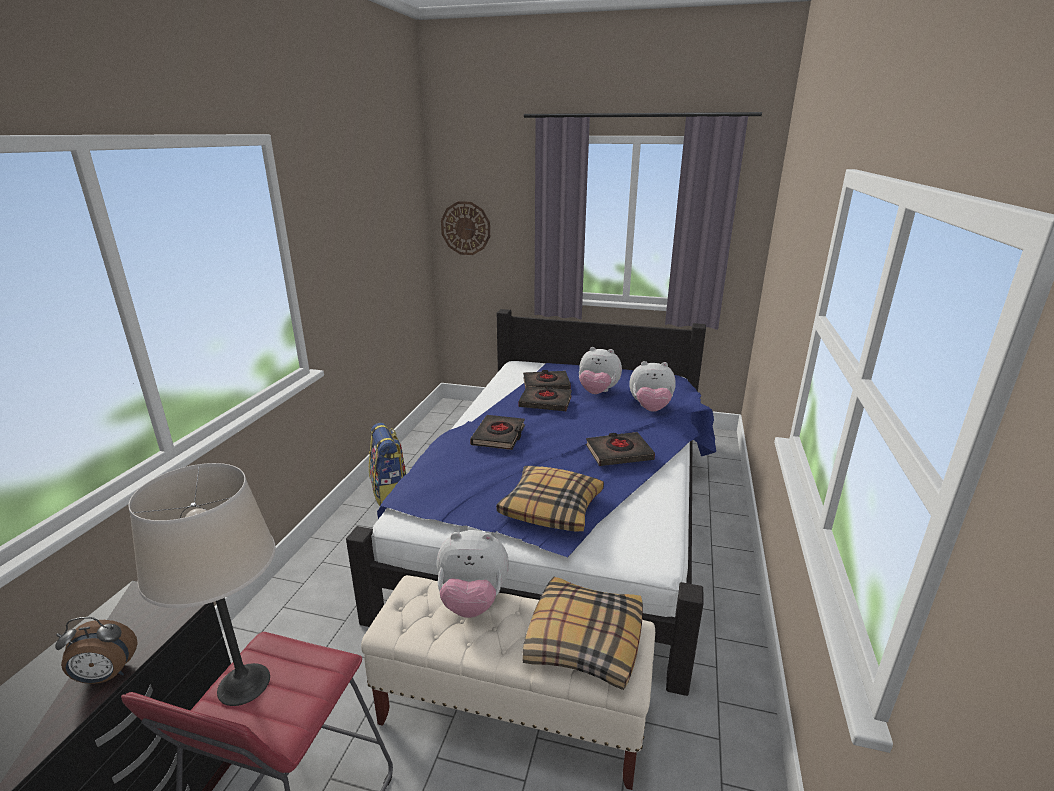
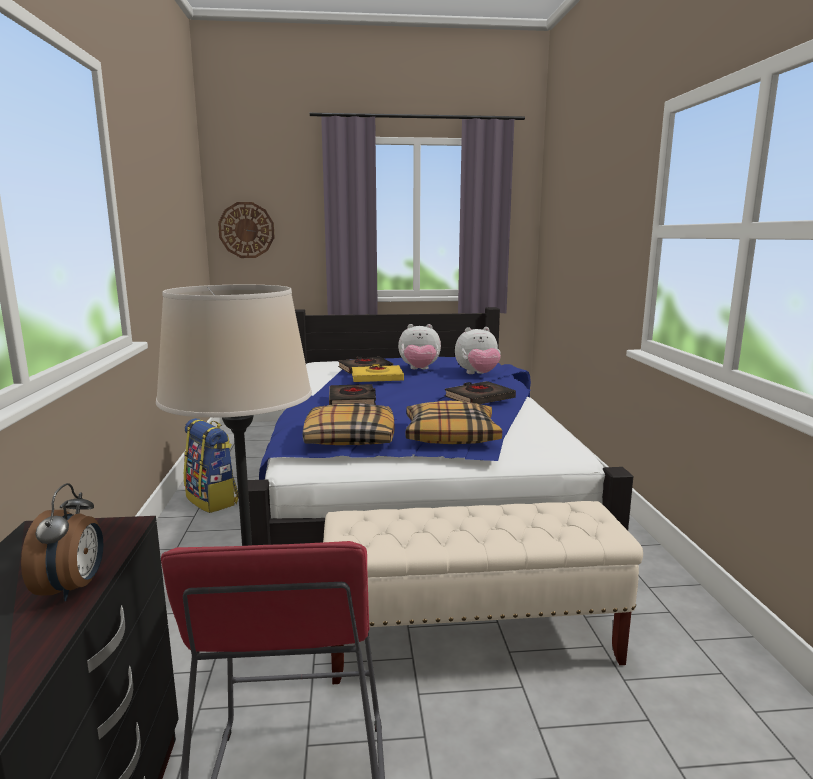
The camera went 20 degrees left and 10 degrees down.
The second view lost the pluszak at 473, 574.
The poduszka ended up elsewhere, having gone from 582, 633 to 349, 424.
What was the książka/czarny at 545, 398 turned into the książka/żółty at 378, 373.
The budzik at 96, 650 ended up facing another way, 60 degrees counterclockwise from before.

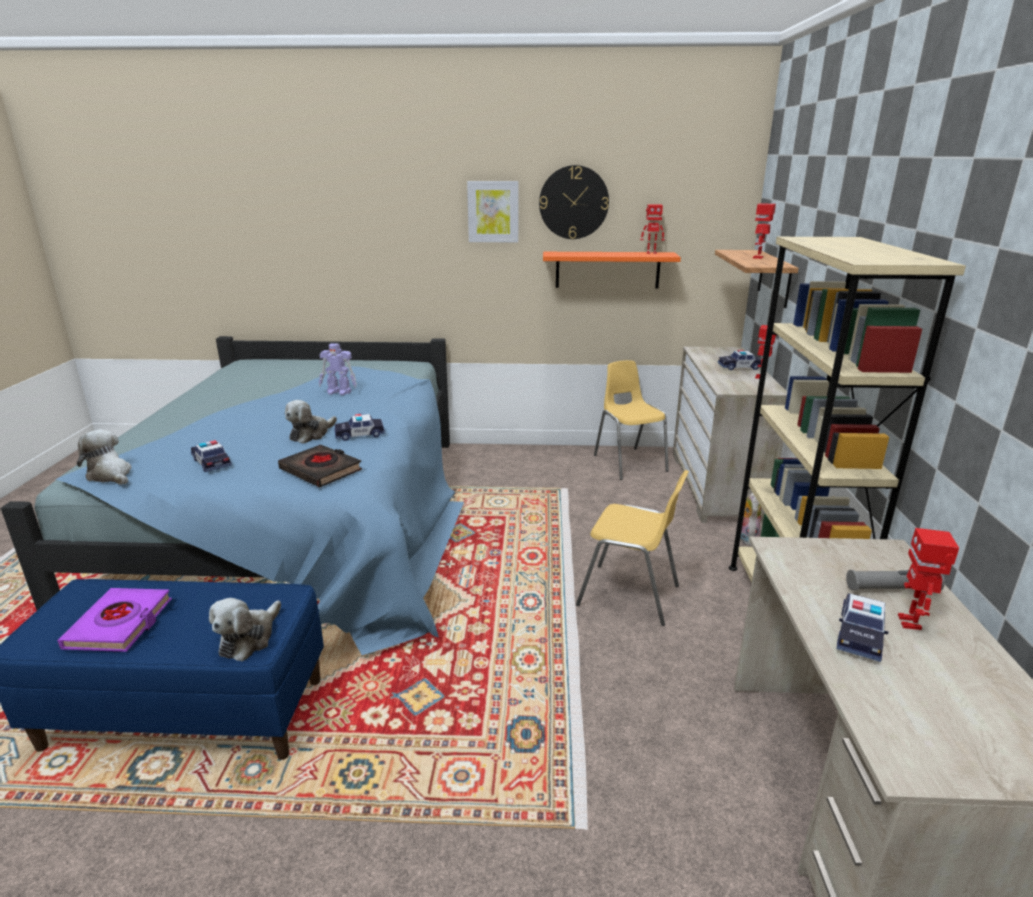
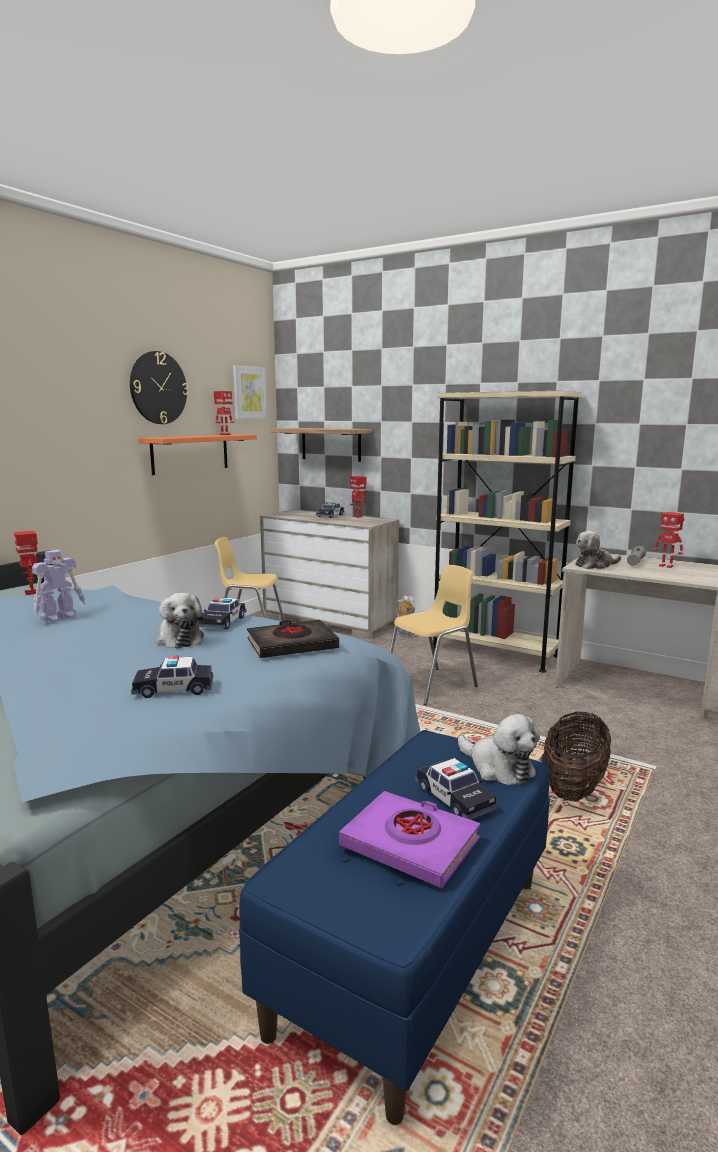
The camera went 60 degrees left and 10 degrees down.
The second view gained the koszyk at 576, 757.
The pluszak ended up elsewhere, having gone from 104, 457 to 598, 550.
The obraz ended up elsewhere, having gone from 492, 211 to 250, 392.
The robot zabawkowy ended up elsewhere, having gone from 764, 231 to 26, 563.
The samochodzik ended up elsewhere, having gone from 862, 627 to 456, 789.

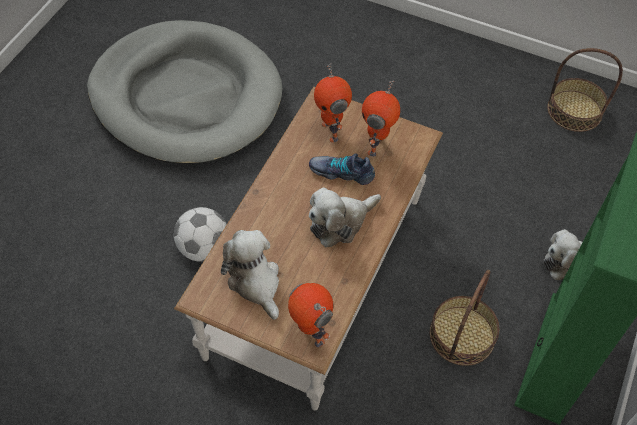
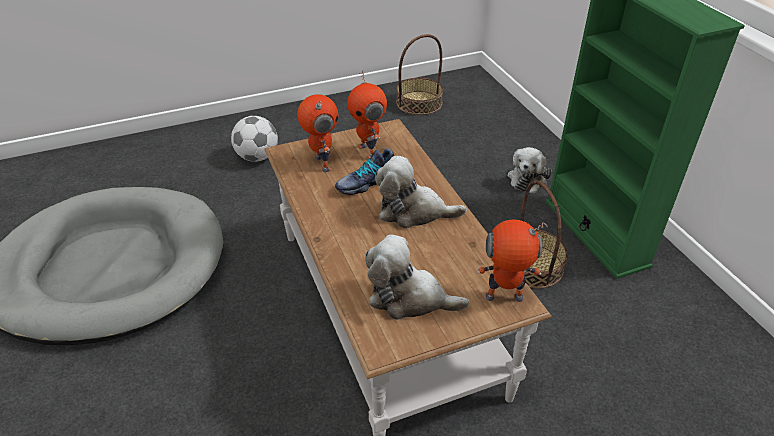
The camera went 45 degrees left and 15 degrees down.
The piłka futbolowa ended up elsewhere, having gone from 200, 234 to 254, 139.
The pluszak at 345, 217 ended up facing another way, 90 degrees clockwise from before.
The robot zabawkowy at 333, 103 ended up facing another way, 135 degrees counterclockwise from before.

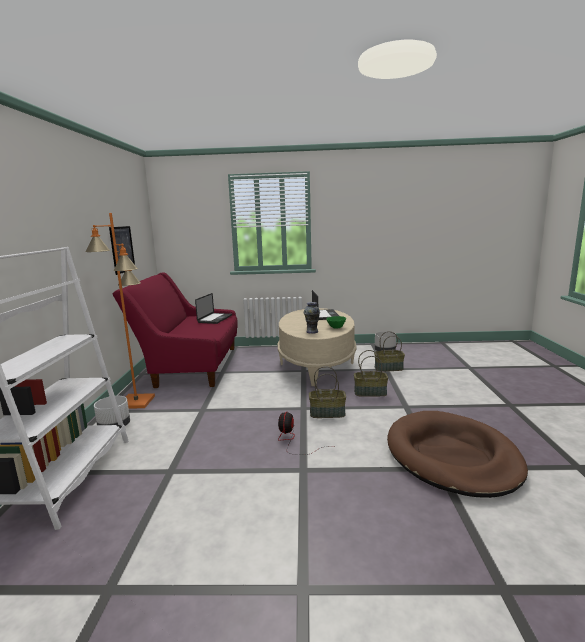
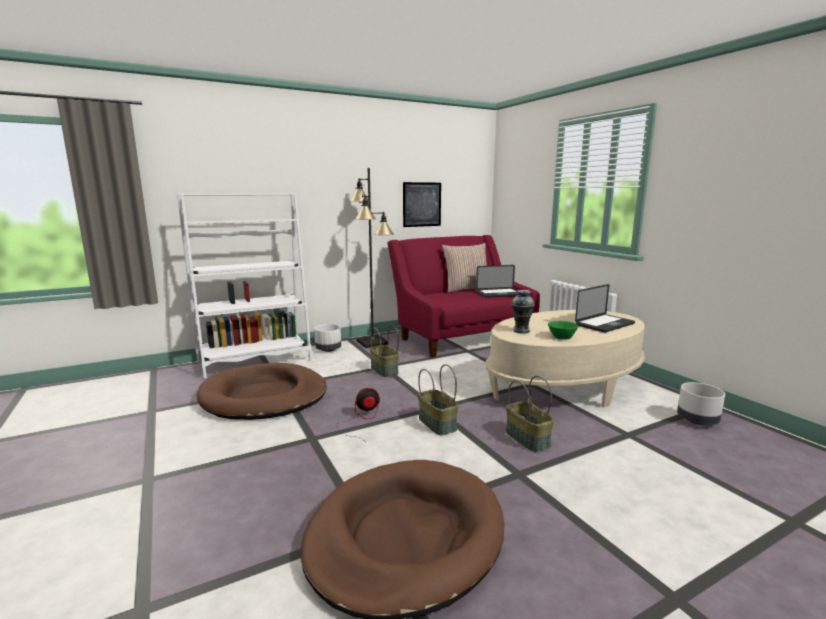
The camera went 60 degrees right and 0 degrees up.
The second view gained the legowisko/brązowy at 262, 391.
The second view gained the poduszka at 464, 268.
The koszyk ended up elsewhere, having gone from 389, 351 to 384, 351.
What was the lampa stojąca/pomarańczowy at 120, 310 turned into the lampa stojąca/czarny at 372, 258.

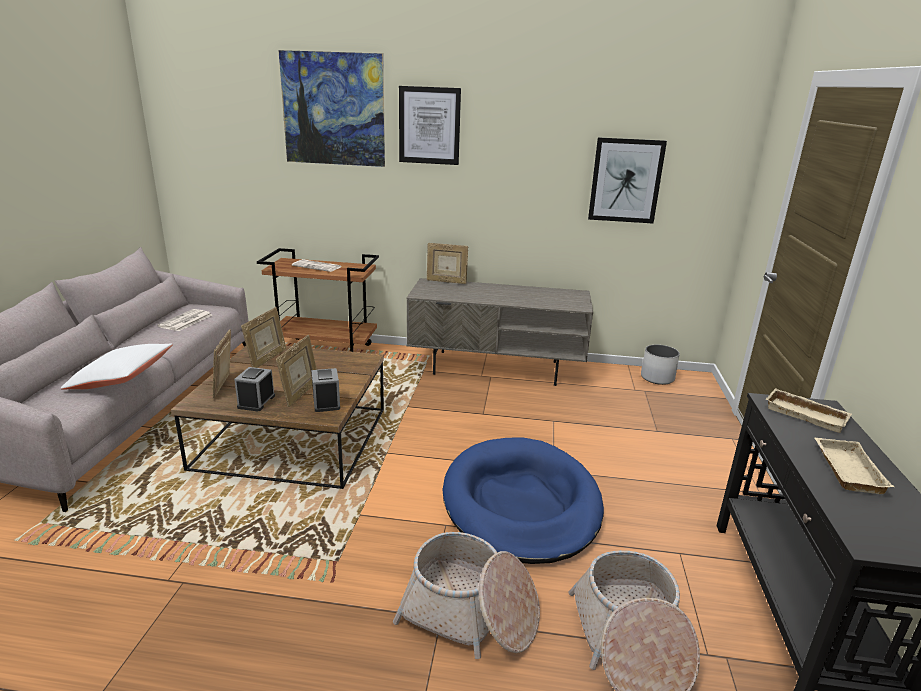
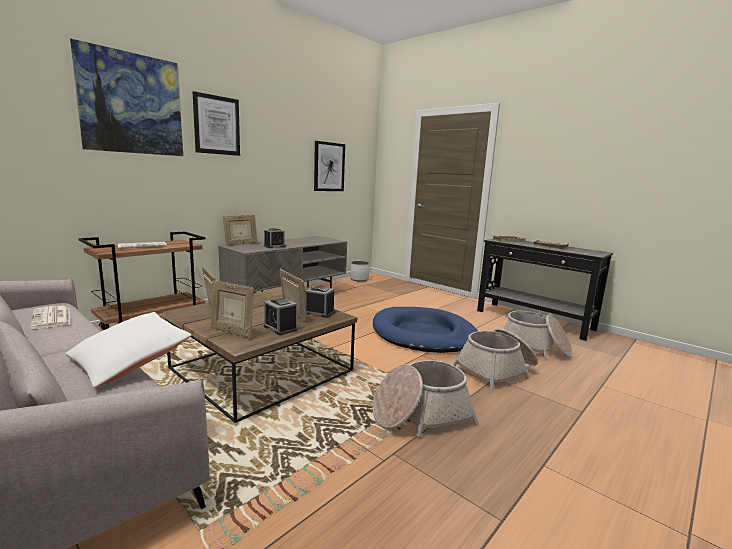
The camera went 55 degrees left and 10 degrees down.
The second view gained the budzik at 275, 238.
The second view gained the koszyk at 425, 398.

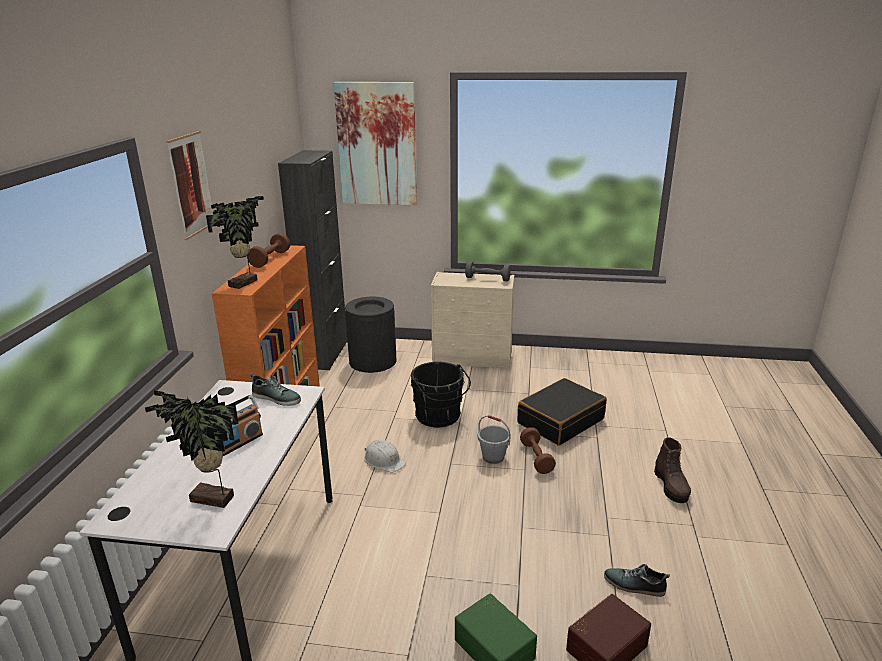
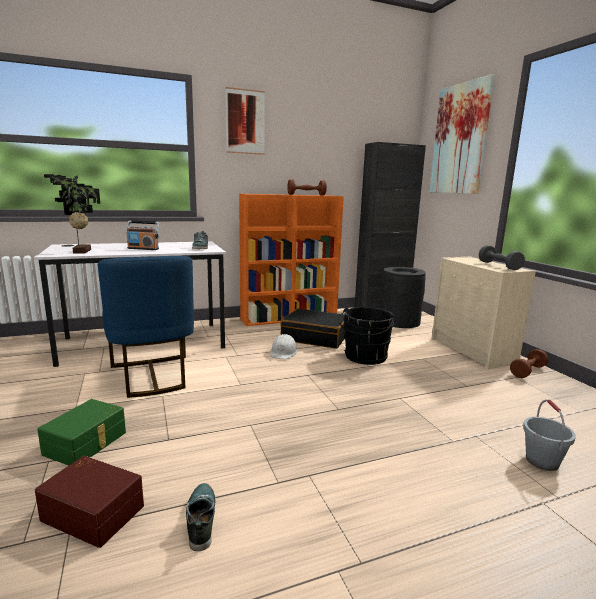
The camera went 60 degrees right and 10 degrees down.
The second view lost the roślina doniczkowa at 235, 242.
The second view lost the but z cholewką/brązowy at 672, 470.
The second view gained the krzesło/niebieski at 146, 327.
The wiadro/szary ended up elsewhere, having gone from 494, 439 to 549, 435.
The walizka/czarny ended up elsewhere, having gone from 562, 412 to 312, 328.
The hantel/brązowy ended up elsewhere, having gone from 538, 450 to 529, 363.

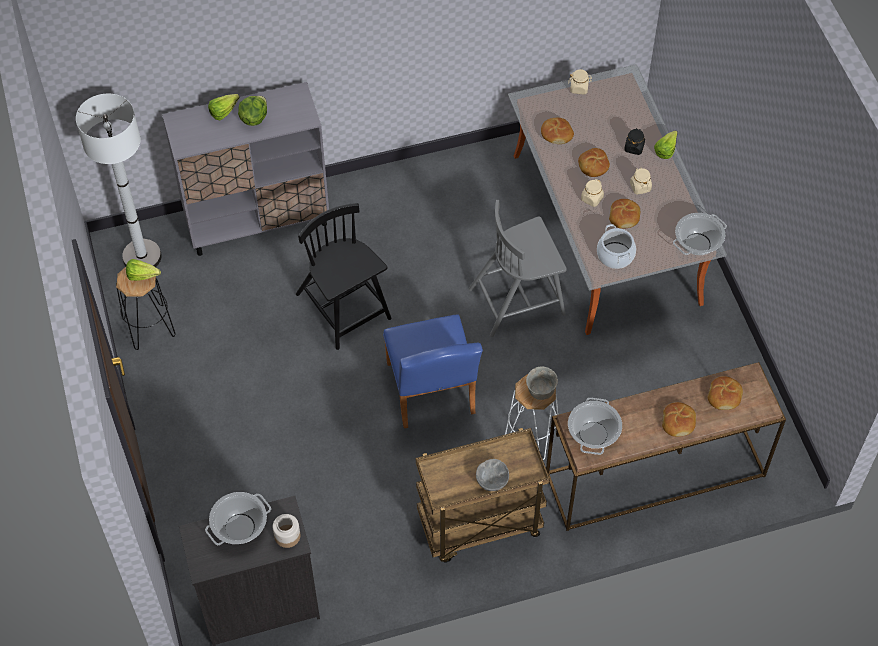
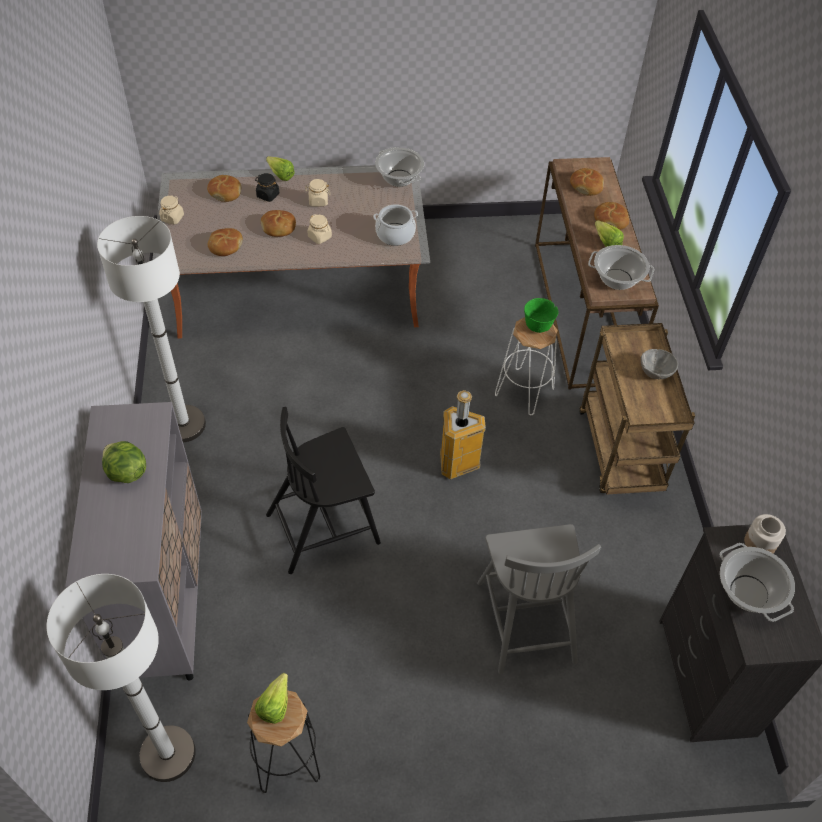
The camera went 80 degrees left and 5 degrees down.
The second view gained the lampa stojąca/biały at 151, 329.
The sałata ended up elsewhere, having gone from 223, 107 to 609, 233.
The krzesło/szary ended up elsewhere, having gone from 518, 268 to 539, 599.
The chleb ended up elsewhere, having gone from 624, 214 to 224, 188.
Where the krzesło/niebieski stood at 433, 372, the kosz na śmieci came to stand at 463, 434.
What was the miska/szary at 542, 383 turned into the miska/zielony at 541, 315.

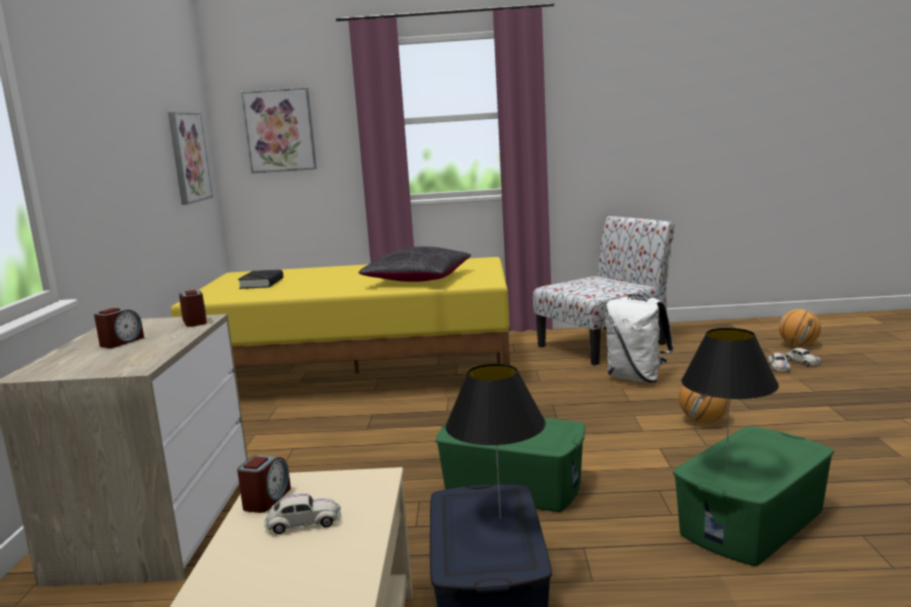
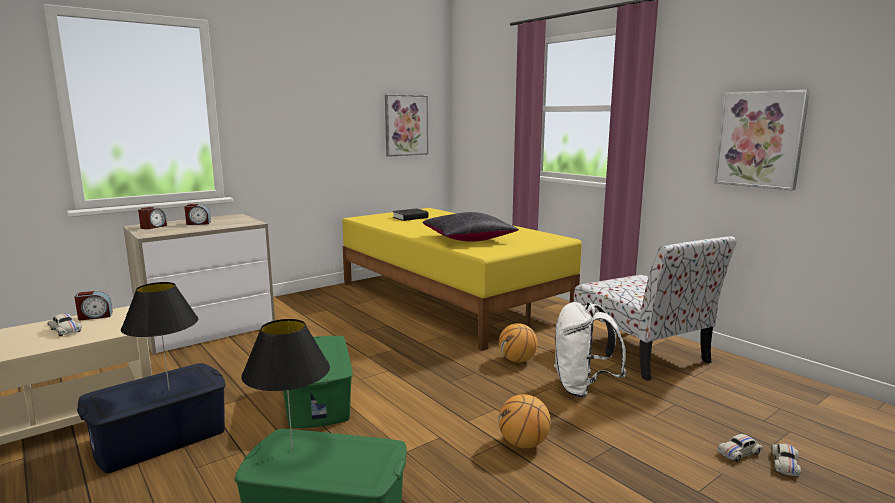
The camera went 50 degrees right and 0 degrees up.
The budzik ended up elsewhere, having gone from 193, 308 to 152, 218.
The obraz ended up elsewhere, having gone from 279, 130 to 762, 139.
The piłka do koszykówki ended up elsewhere, having gone from 800, 328 to 518, 342.
The krzesło at 604, 291 ended up facing another way, 45 degrees clockwise from before.

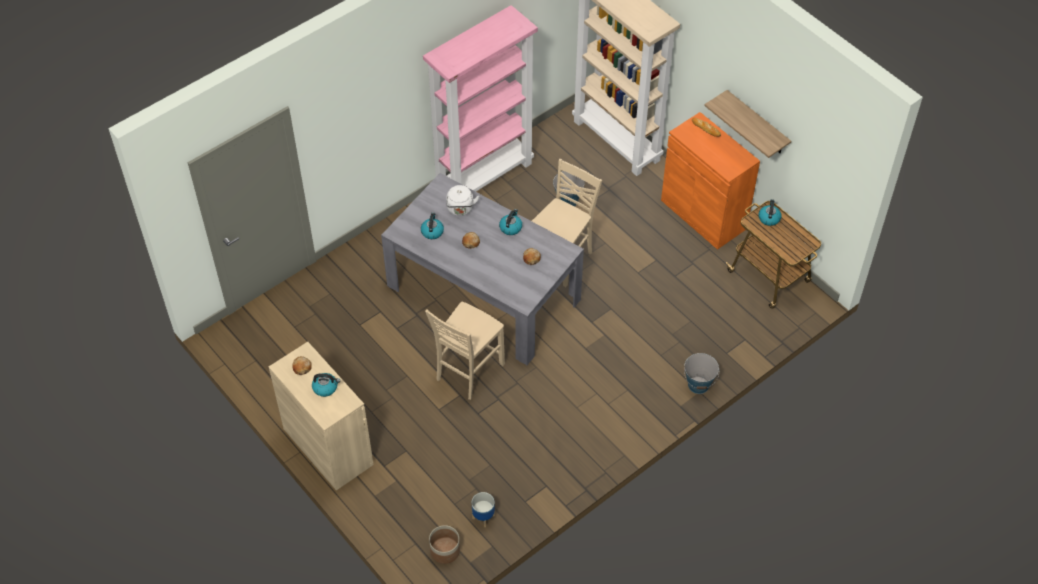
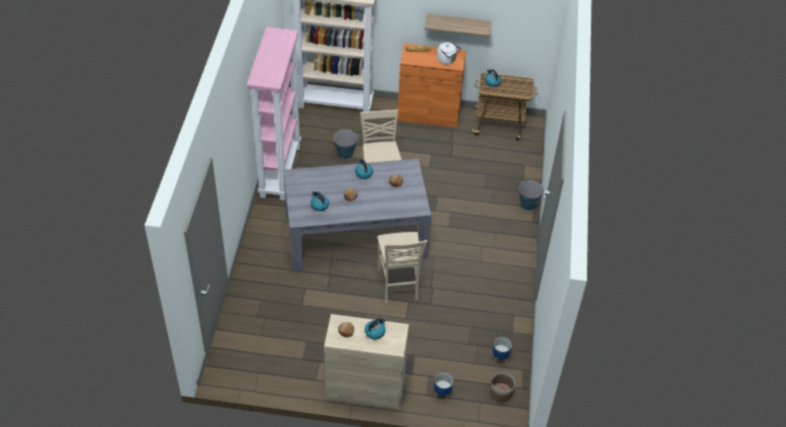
The camera went 45 degrees left and 5 degrees down.
The second view gained the donica at 443, 386.
The czajnik/biały ended up elsewhere, having gone from 462, 200 to 449, 53.

